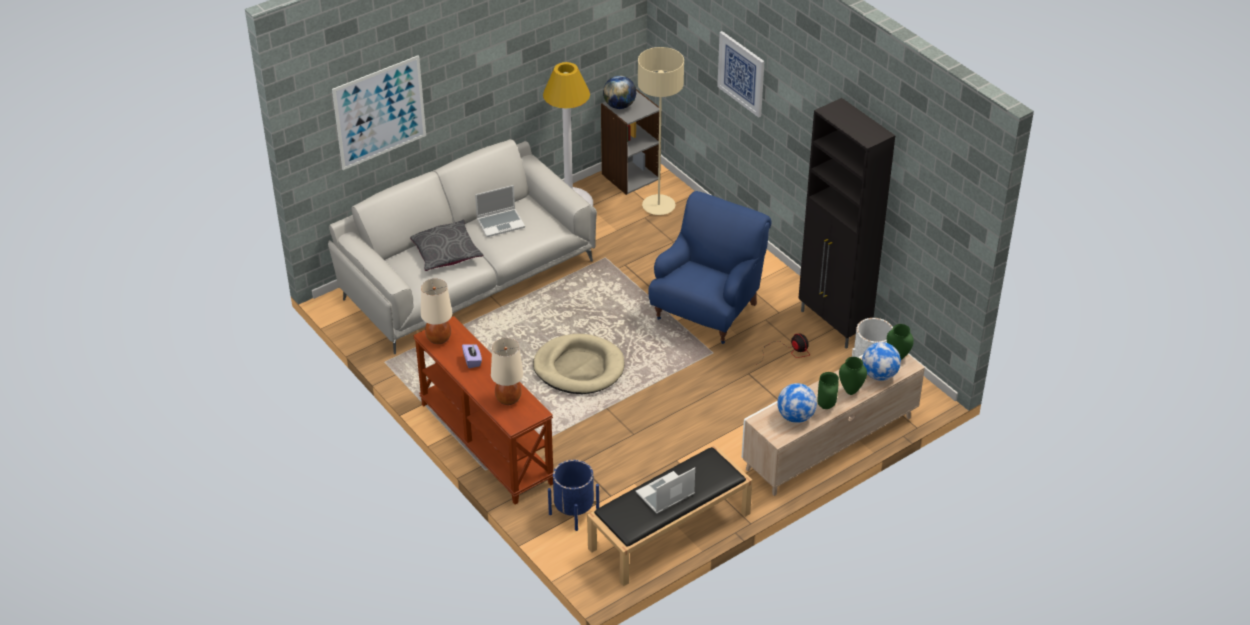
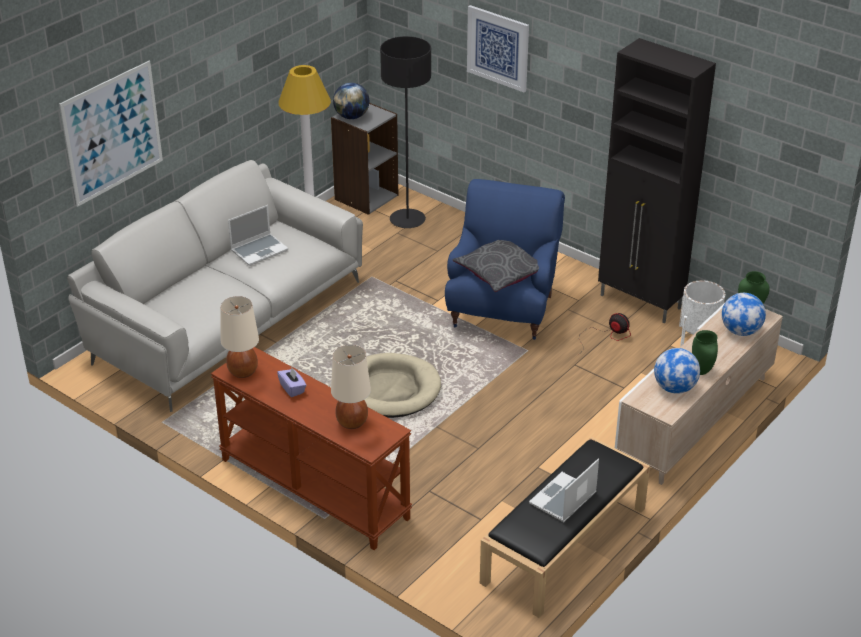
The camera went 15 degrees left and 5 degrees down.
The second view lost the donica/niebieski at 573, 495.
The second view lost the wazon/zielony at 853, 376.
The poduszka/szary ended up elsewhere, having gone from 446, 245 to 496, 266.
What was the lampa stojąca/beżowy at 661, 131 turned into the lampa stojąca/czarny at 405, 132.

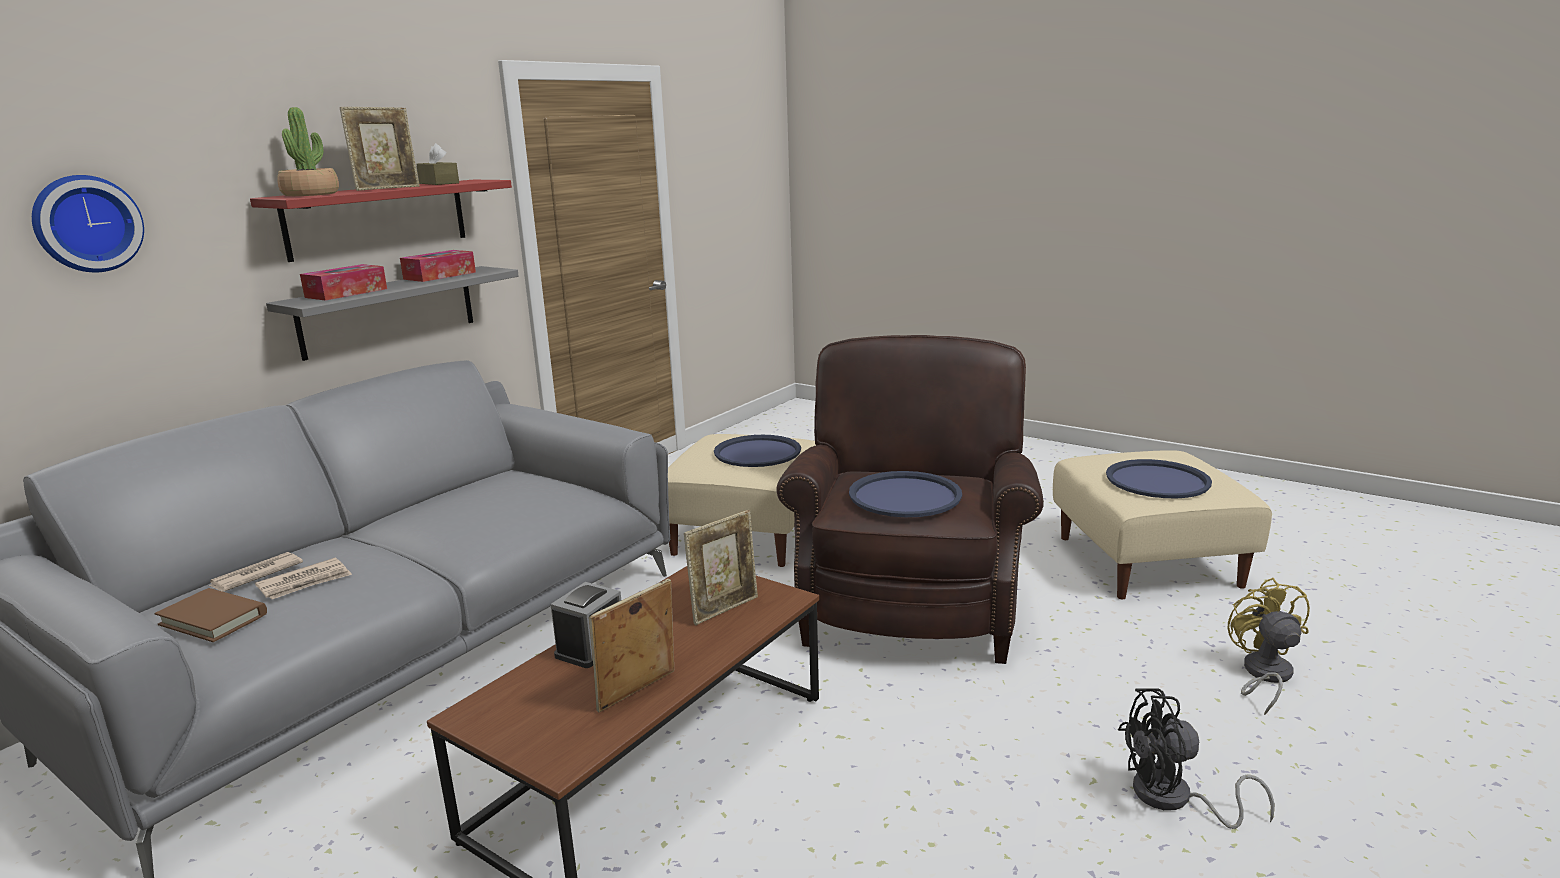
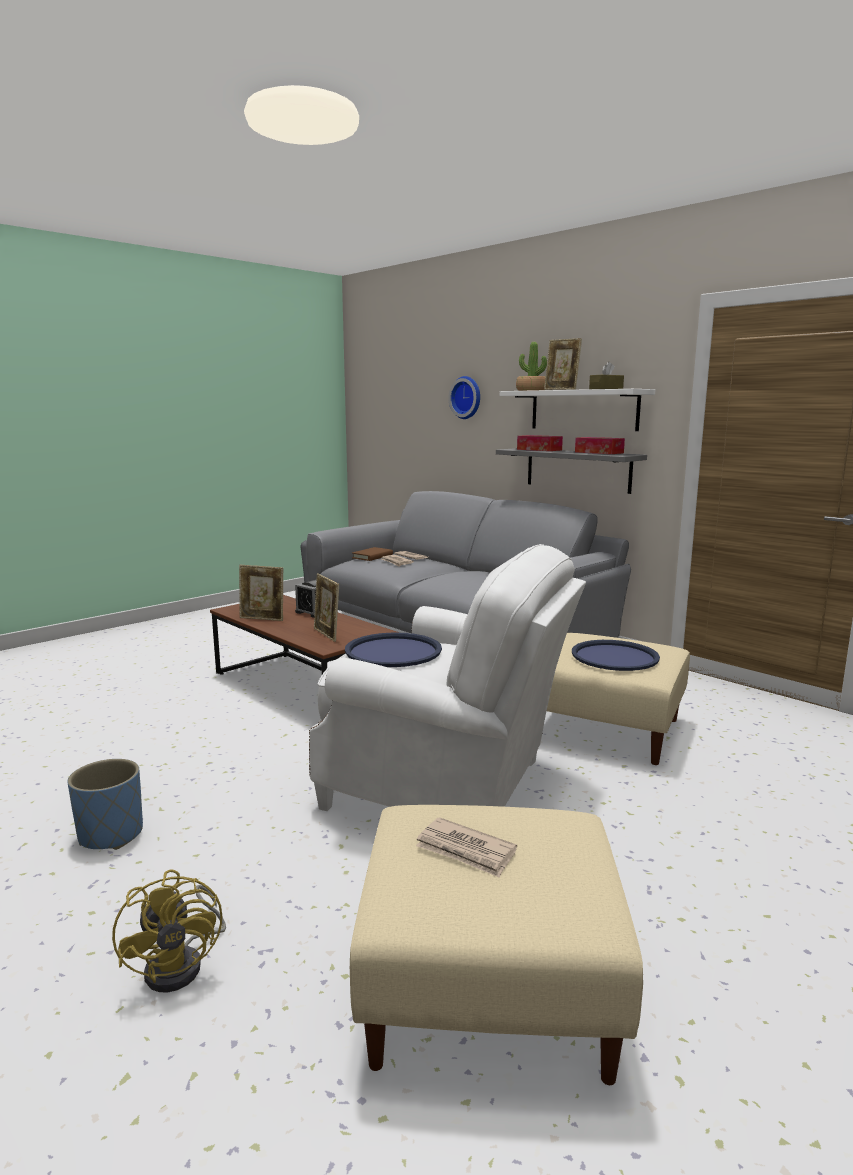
The camera went 100 degrees right and 5 degrees down.
Where the taca/niebieski stood at 1159, 478, the gazeta came to stand at 466, 847.
Where the wentylator/czarny stood at 1196, 758, the donica/niebieski came to stand at 105, 804.
What was the półka/czerwony at 381, 221 turned into the półka/biały at 577, 410.
What was the fotel/brązowy at 910, 499 turned into the fotel/biały at 447, 677.
The ramka na zdjęcie at 631, 645 ended up facing another way, 135 degrees clockwise from before.
The wentylator/żółty at 1269, 646 ended up facing another way, 60 degrees clockwise from before.

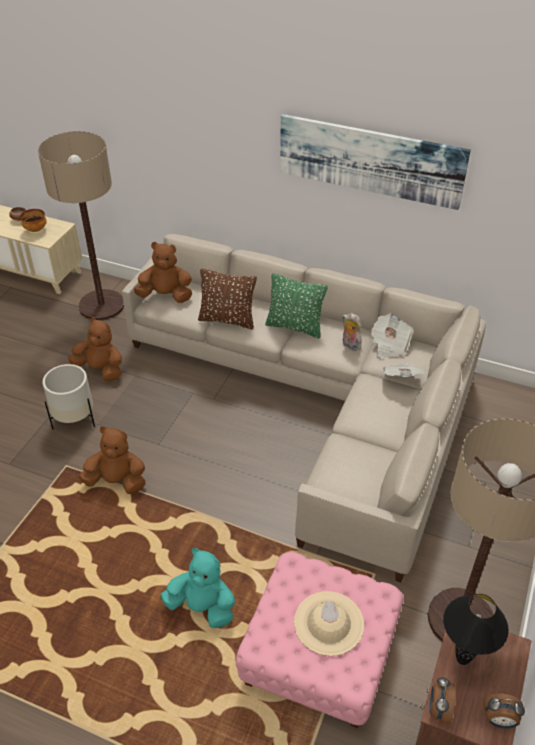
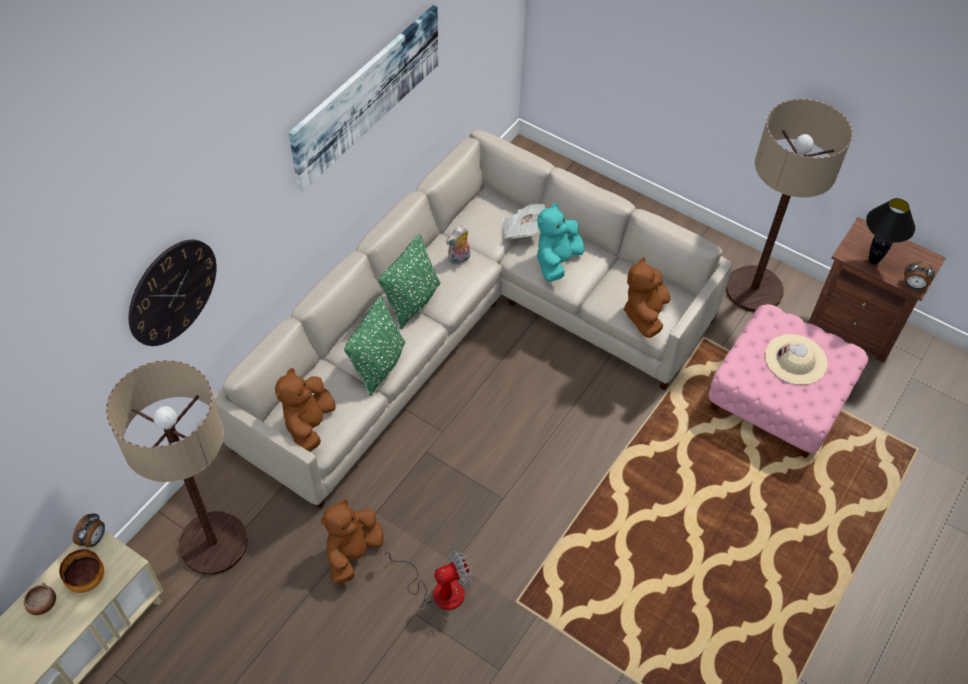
The camera went 80 degrees left and 10 degrees up.
The second view lost the gazeta at 392, 335.
The second view gained the zegar ścienny at 173, 292.
The pluszak/brązowy ended up elsewhere, having gone from 112, 460 to 647, 297.
The pluszak/turkusowy ended up elsewhere, having gone from 197, 588 to 560, 242.
The budzik ended up elsewhere, having gone from 504, 711 to 89, 530.
Where the donica/biały stood at 68, 397, the wentylator came to stand at 427, 579.
What was the poduszka/brązowy at 227, 299 turned into the poduszka/zielony at 374, 346.

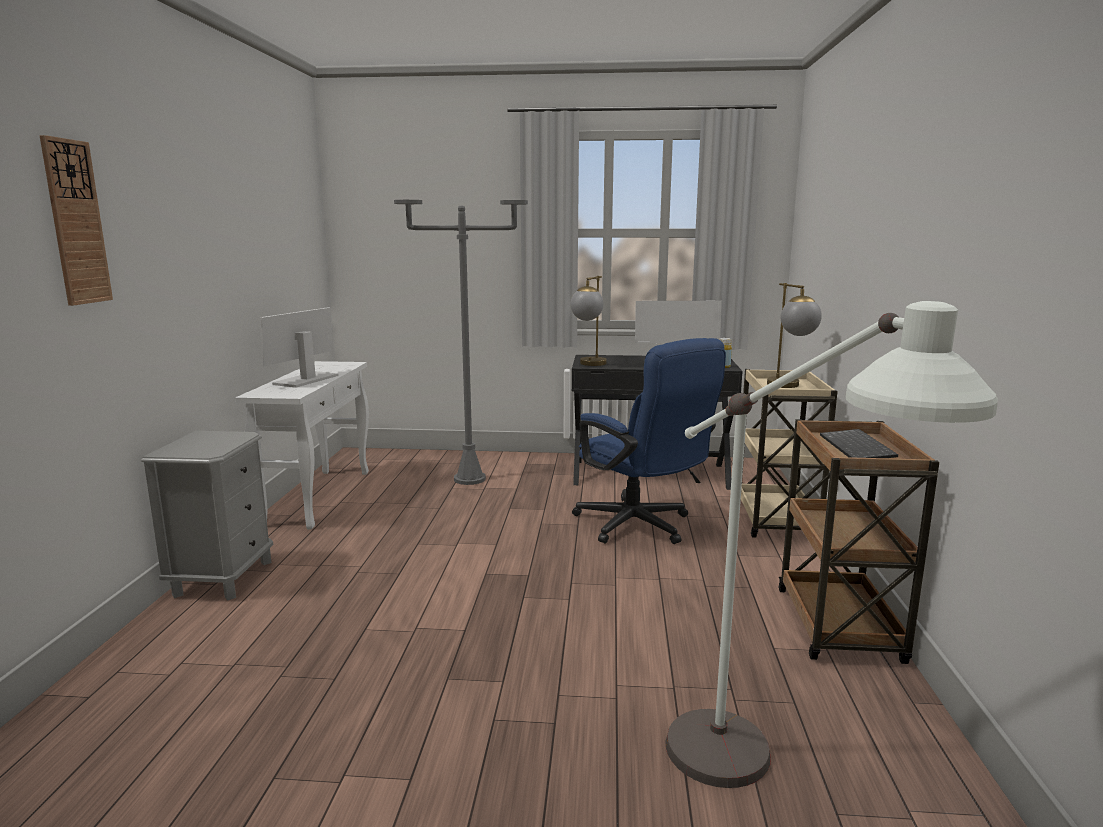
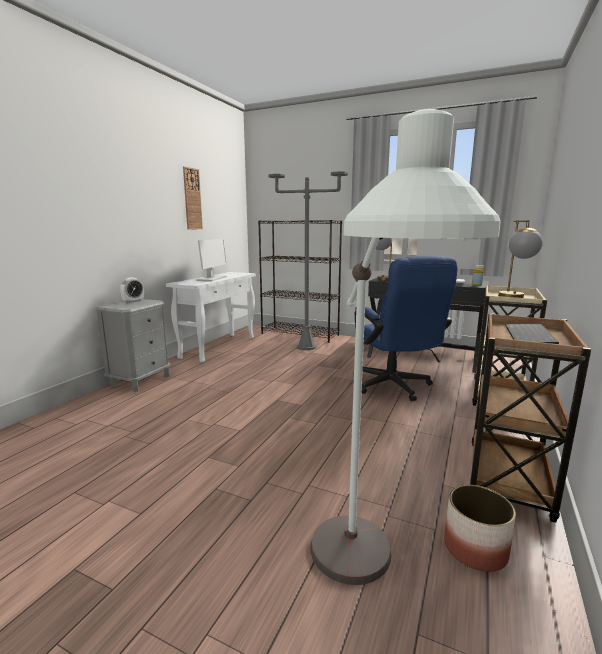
The camera went 20 degrees right and 0 degrees up.
The second view gained the budzik at 132, 290.
The second view gained the regał/czarny at 300, 281.
The second view gained the donica at 480, 528.
The zegar ścienny ended up elsewhere, having gone from 76, 220 to 193, 198.
The monitor at 299, 347 ended up facing another way, 150 degrees clockwise from before.

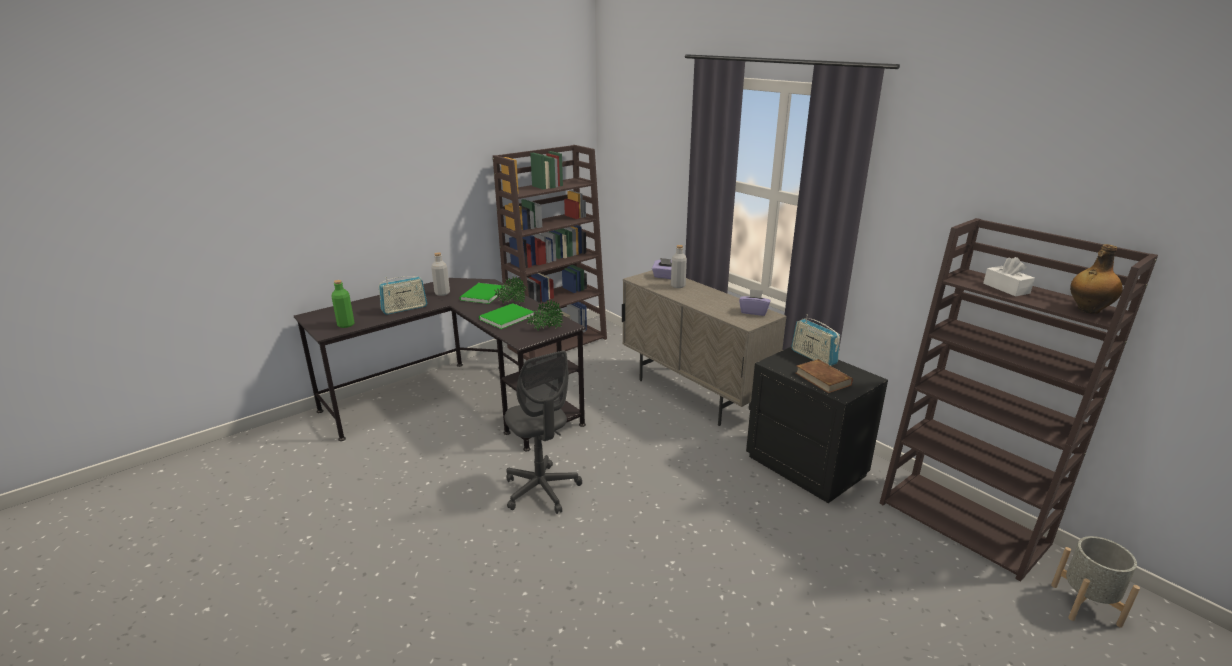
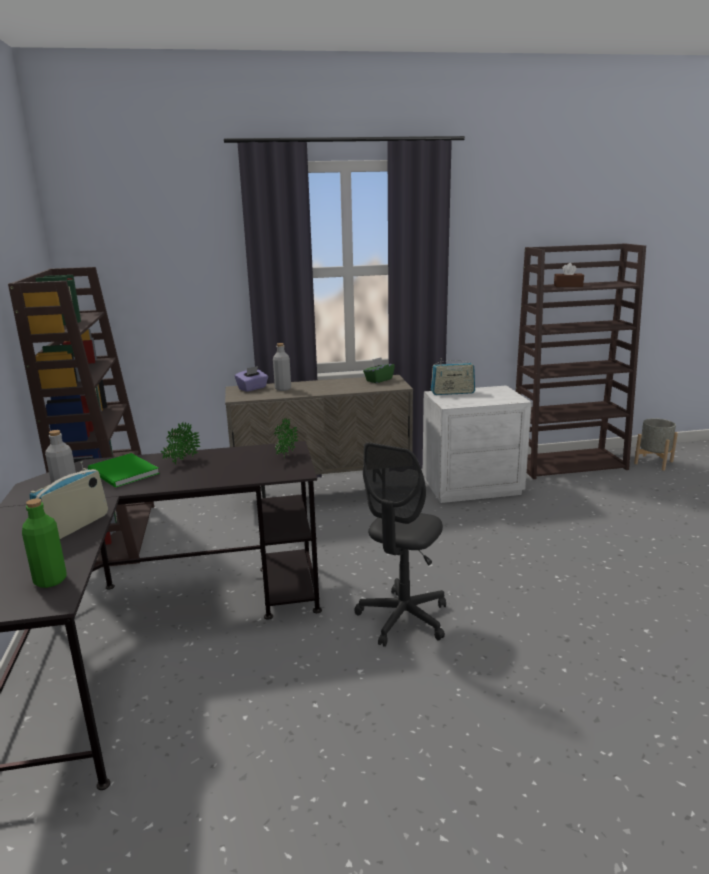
The camera went 60 degrees left and 5 degrees down.
The second view lost the książka/zielony at 506, 316.
The second view lost the książka/brązowy at 824, 376.
The second view lost the butelka at 1096, 279.
What was the pudełko chusteczek/fioletowy at 755, 302 turned into the pudełko chusteczek/zielony at 379, 370.
What was the szafka nocna/czarny at 817, 425 turned into the szafka nocna/biały at 477, 444.
What was the pudełko chusteczek/biały at 1009, 276 turned into the pudełko chusteczek/brązowy at 569, 275.
The radio at 403, 295 ended up facing another way, 150 degrees counterclockwise from before.
The krzesło biurowe/szary at 543, 432 ended up facing another way, 120 degrees clockwise from before.

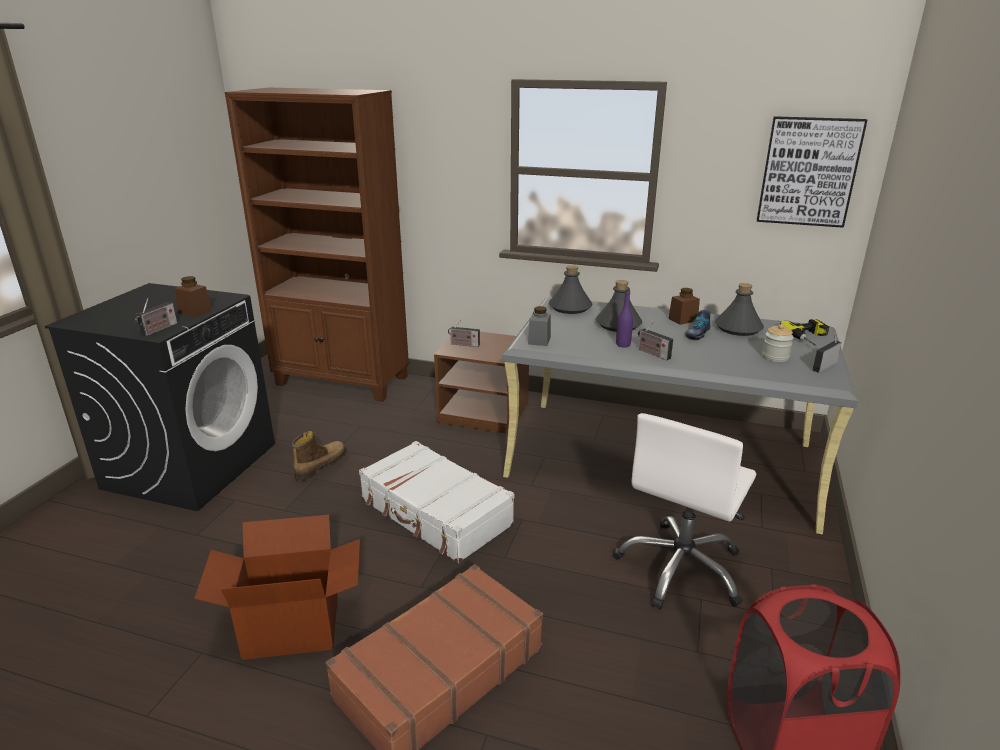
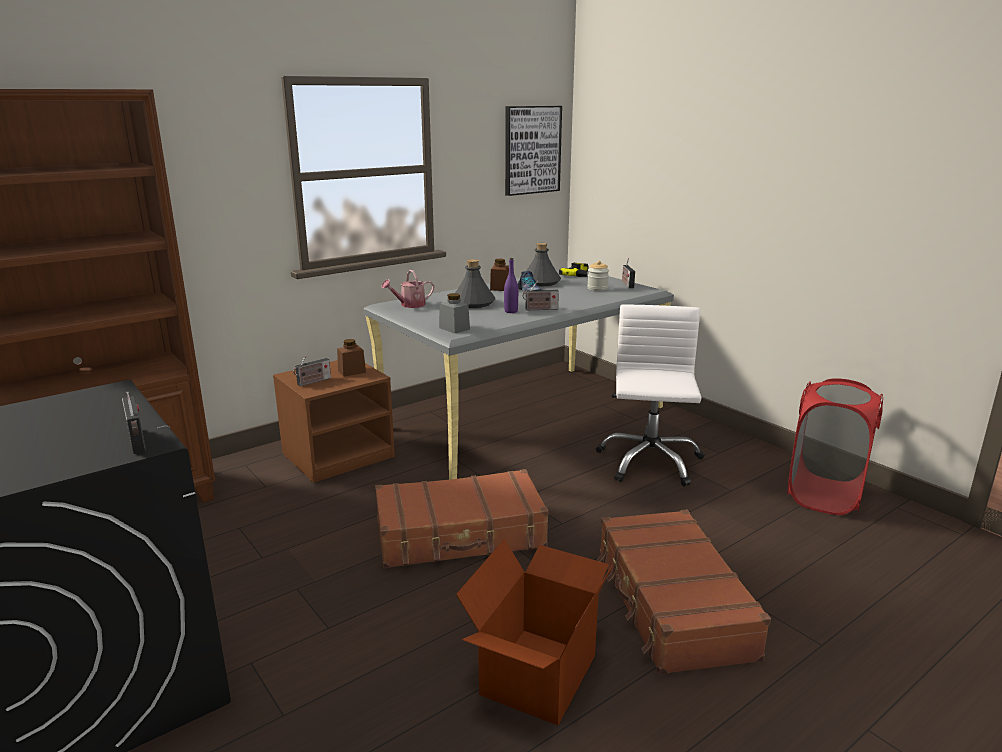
The camera went 55 degrees left and 5 degrees down.
The second view lost the but z cholewką at 319, 456.
The słoik/brązowy ended up elsewhere, having gone from 193, 296 to 351, 358.
Where the butelka/szary stood at 570, 289, the konewka came to stand at 407, 289.
What was the walizka/biały at 437, 502 turned into the walizka/brązowy at 461, 518.
The krzesło biurowe/biały at 684, 511 ended up facing another way, 150 degrees counterclockwise from before.

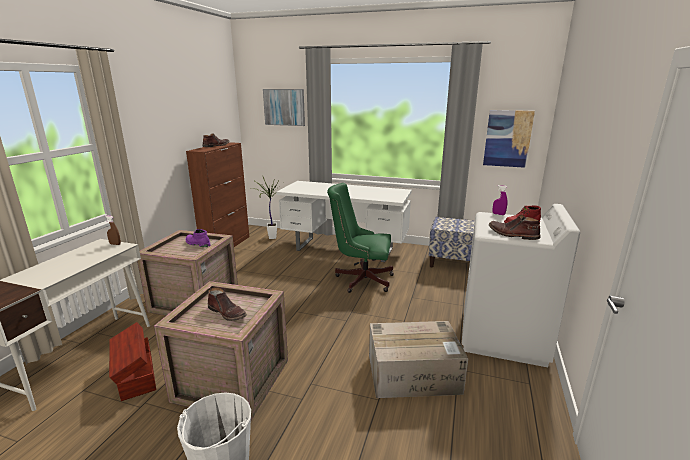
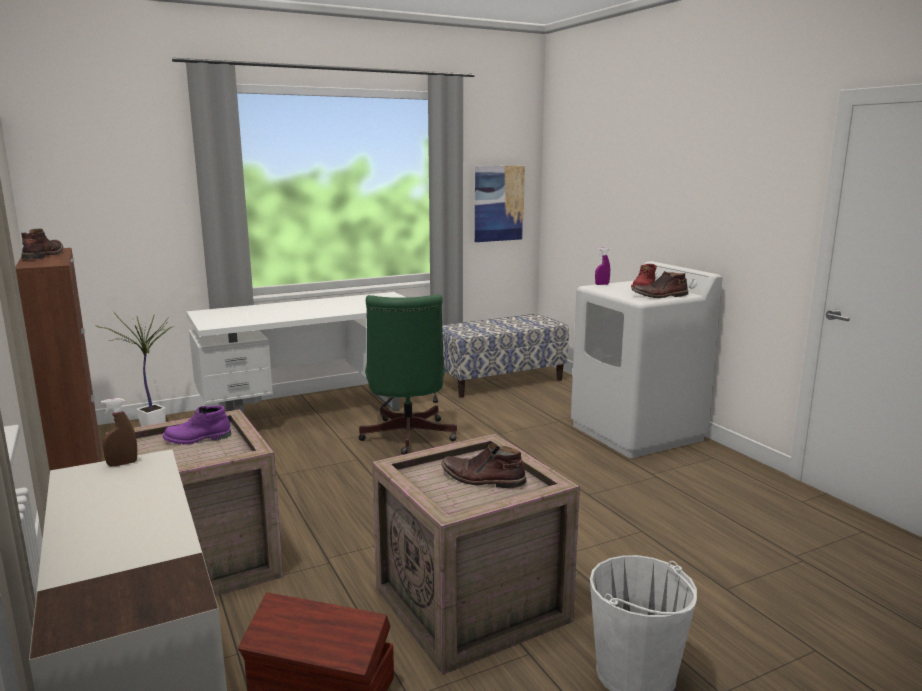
The camera went 45 degrees left and 5 degrees down.
The second view lost the obraz at 284, 107.
The second view lost the karton at 418, 359.
The but z cholewką/brązowy at 227, 304 ended up facing another way, 150 degrees counterclockwise from before.
The krzesło biurowe/zielony at 360, 238 ended up facing another way, 60 degrees counterclockwise from before.

